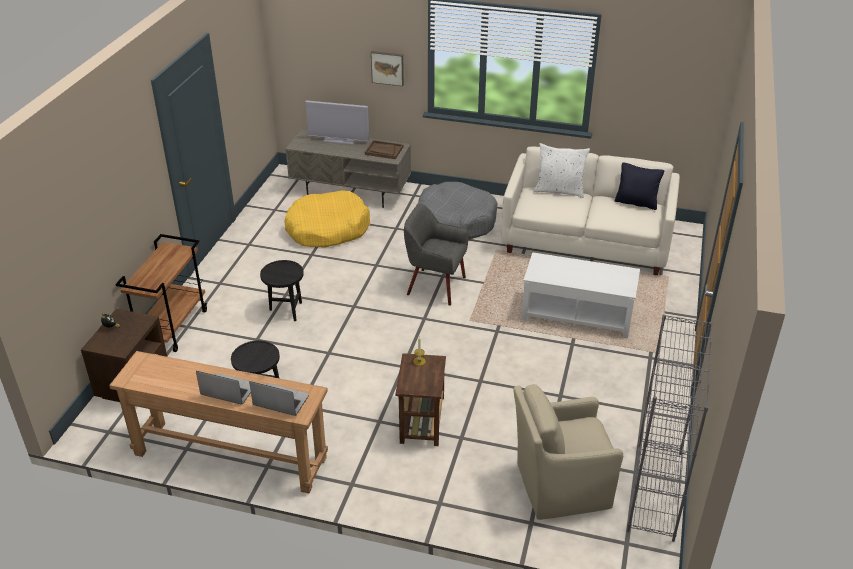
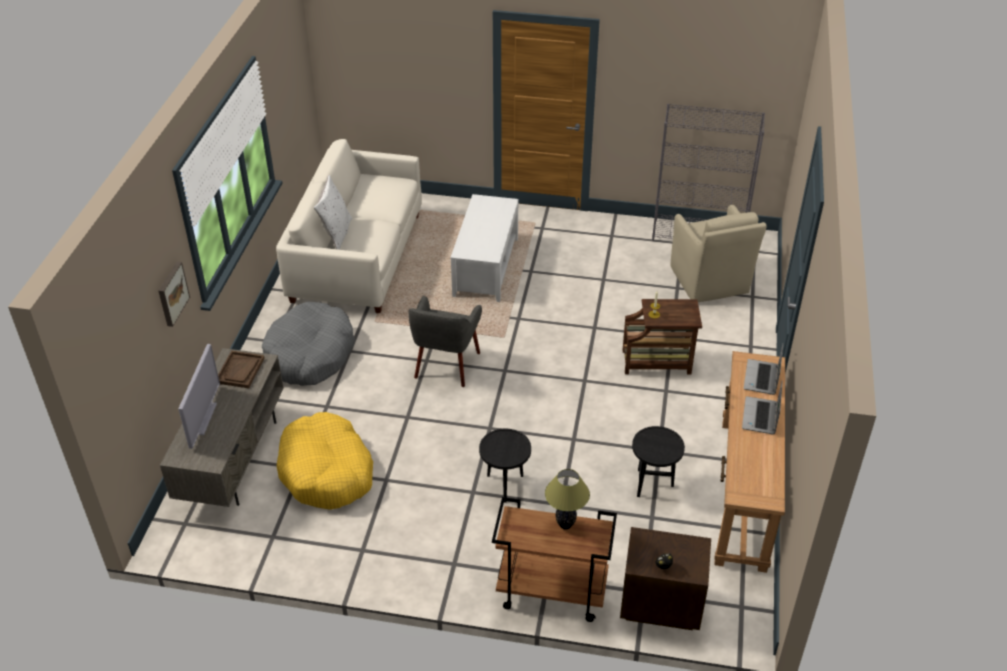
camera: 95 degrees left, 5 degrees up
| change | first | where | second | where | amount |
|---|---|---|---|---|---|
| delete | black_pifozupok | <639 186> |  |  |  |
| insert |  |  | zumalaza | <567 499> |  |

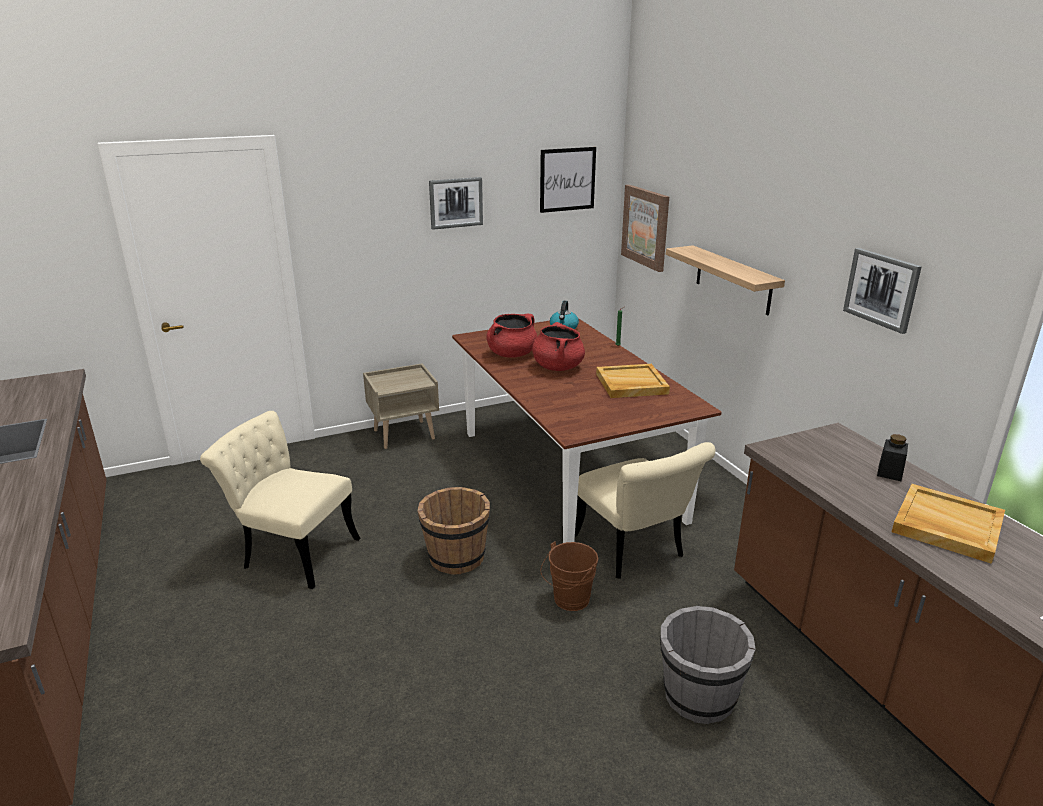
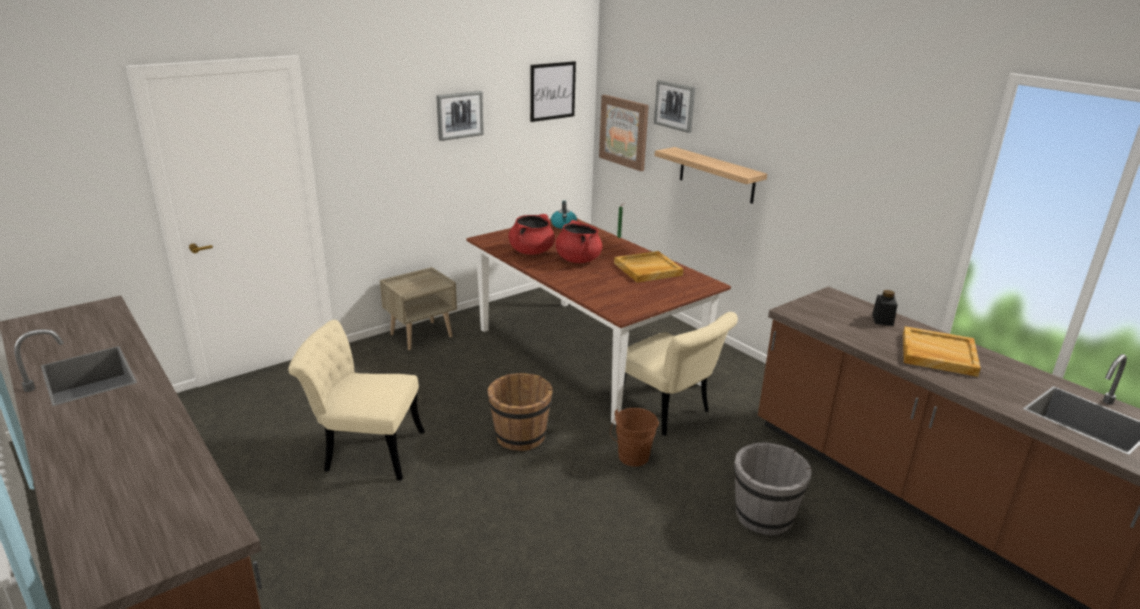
camera: 15 degrees left, 0 degrees up
| change | first | where | second | where | amount |
|---|---|---|---|---|---|
| move | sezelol | <882 291> |  | <674 106> |  |

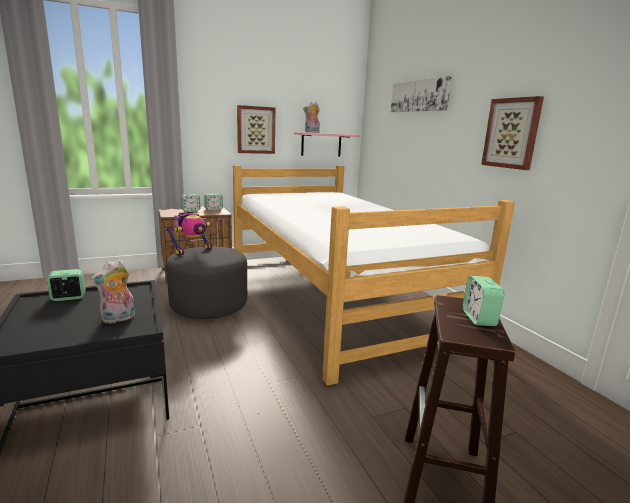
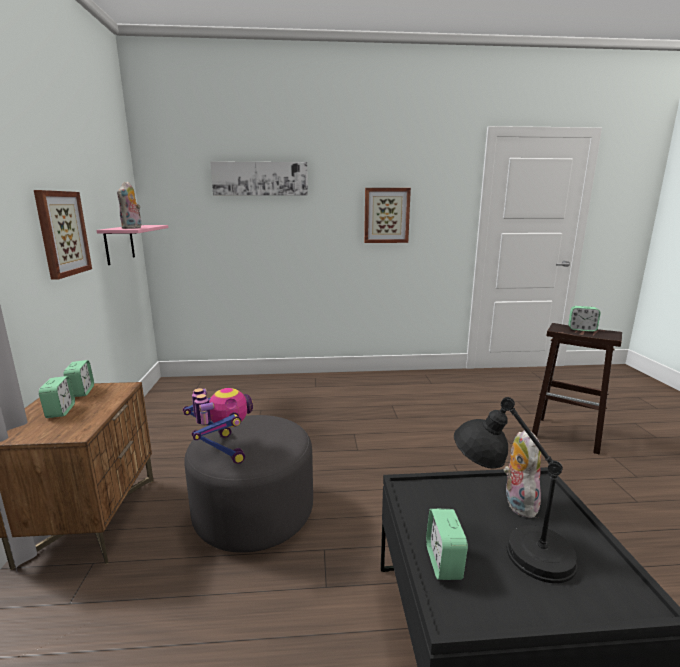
camera: 70 degrees left, 0 degrees up
| change | first | where | second | where | amount |
|---|---|---|---|---|---|
| delete | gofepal | <374 275> |  |  |  |
| insert |  |  | black_zumalaza | <515 490> |  |
| rotate | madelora | <112 291> |  | <522 473> | 150 degrees counterclockwise |

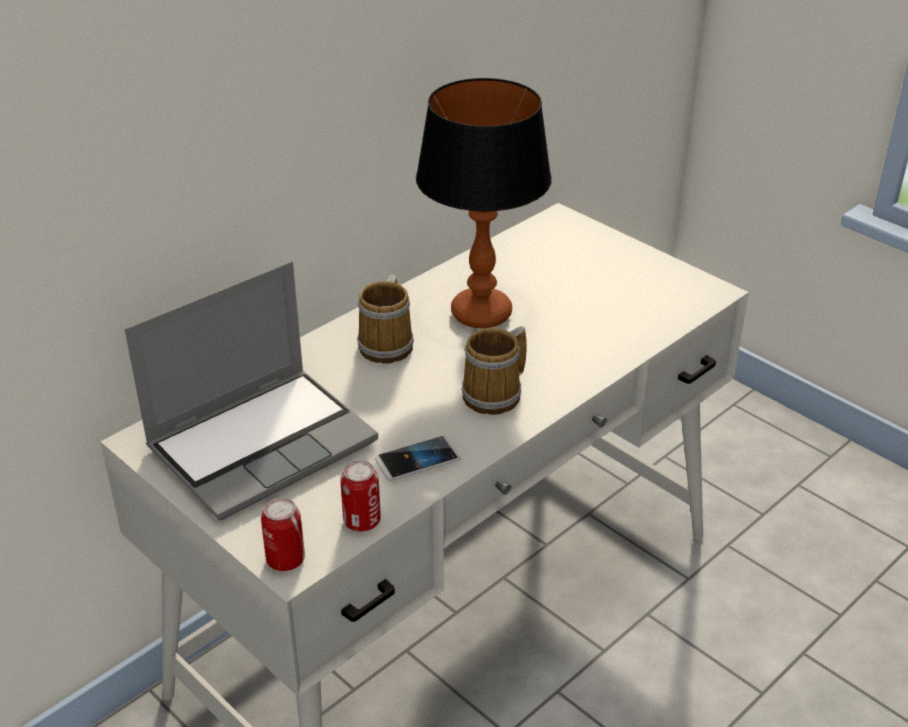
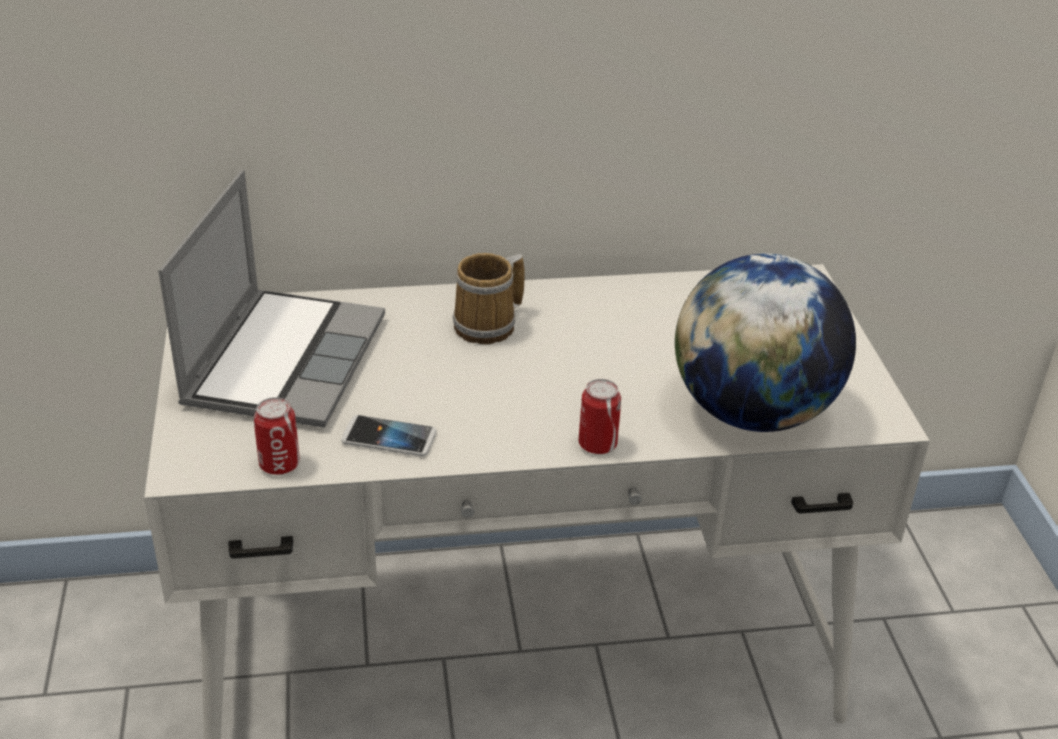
camera: 35 degrees right, 0 degrees up
| change | first | where | second | where | amount |
|---|---|---|---|---|---|
| delete | zumalaza | <484 203> |  |  |  |
| delete | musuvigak | <494 370> |  |  |  |
| insert |  |  | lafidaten | <765 342> |  |
| move | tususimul | <283 534> |  | <600 416> |  |
| rotate | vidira | <251 391> |  | <271 299> | 75 degrees counterclockwise |

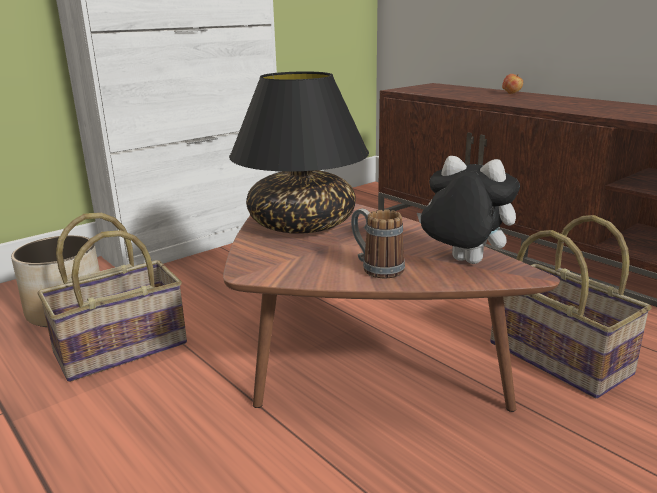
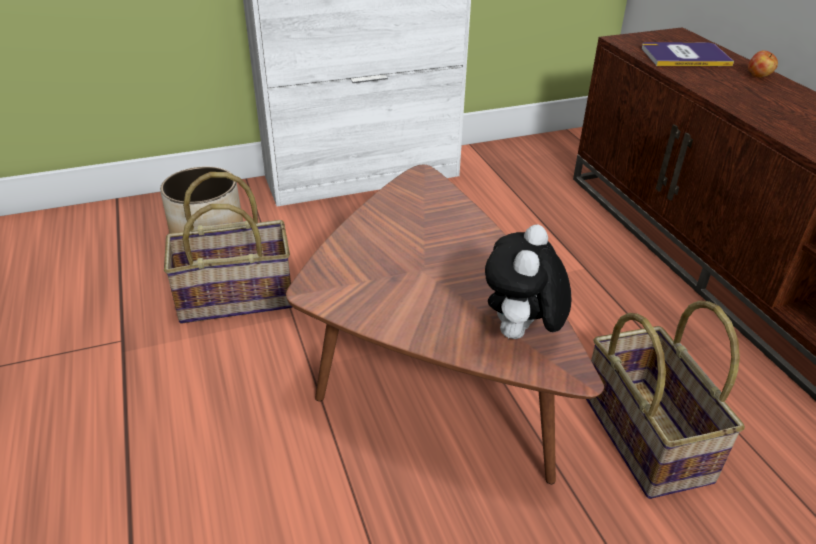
camera: 20 degrees right, 15 degrees up
| change | first | where | second | where | amount |
|---|---|---|---|---|---|
| delete | black_zumalaza | <299 152> |  |  |  |
| delete | musuvigak | <378 243> |  |  |  |
| insert |  |  | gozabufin | <688 54> |  |
| rotate | madelora | <468 210> |  | <528 282> | 120 degrees counterclockwise |

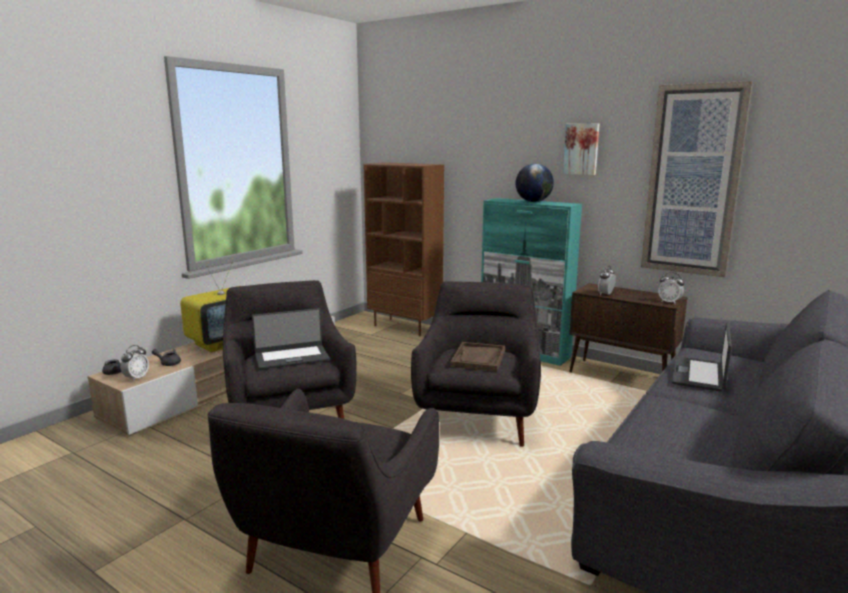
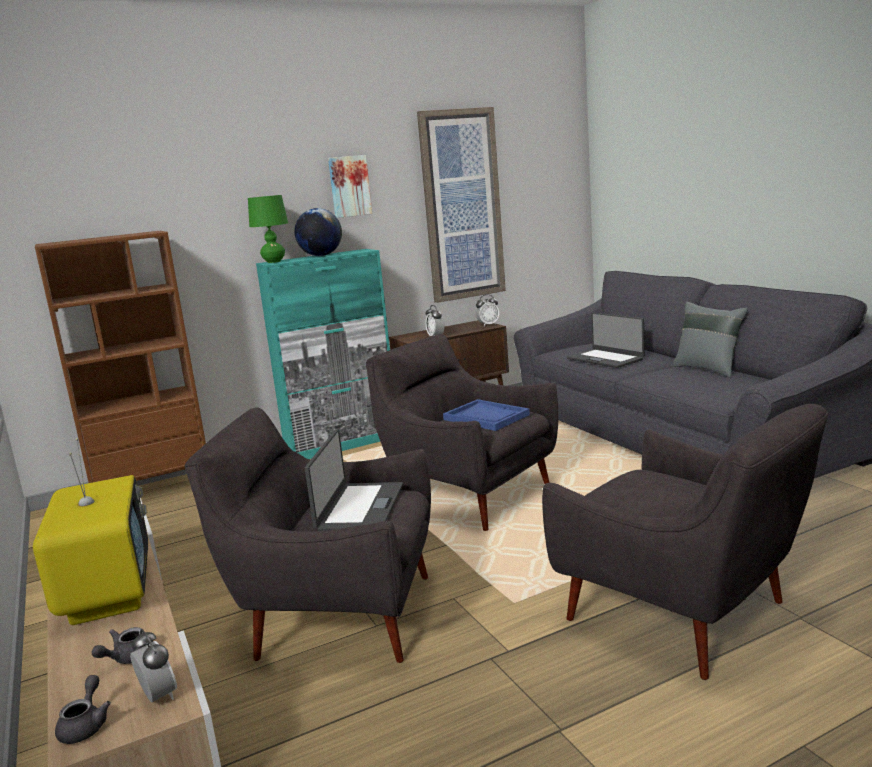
camera: 60 degrees left, 0 degrees up
| change | first | where | second | where | amount |
|---|---|---|---|---|---|
| insert |  |  | green_zumalaza | <268 229> |  |
| insert |  |  | grey_pifozupok | <710 340> |  |
| recolor | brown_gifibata | <477 357> | blue_gifibata | <486 415> |  |

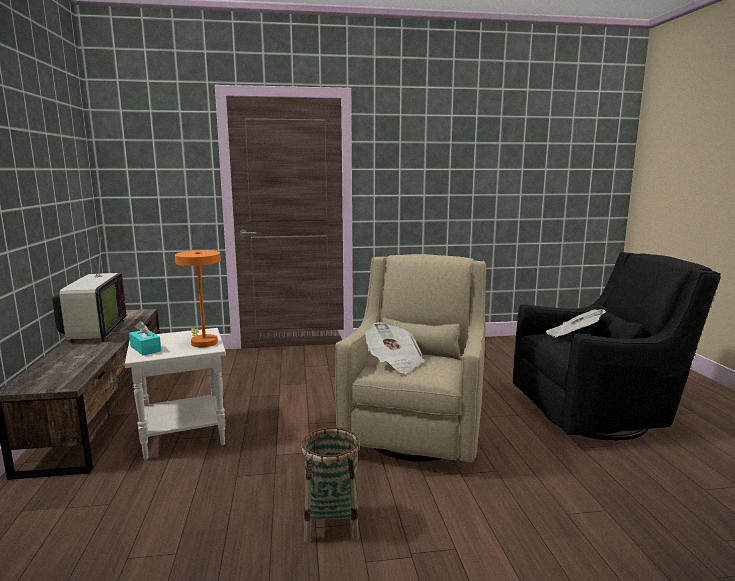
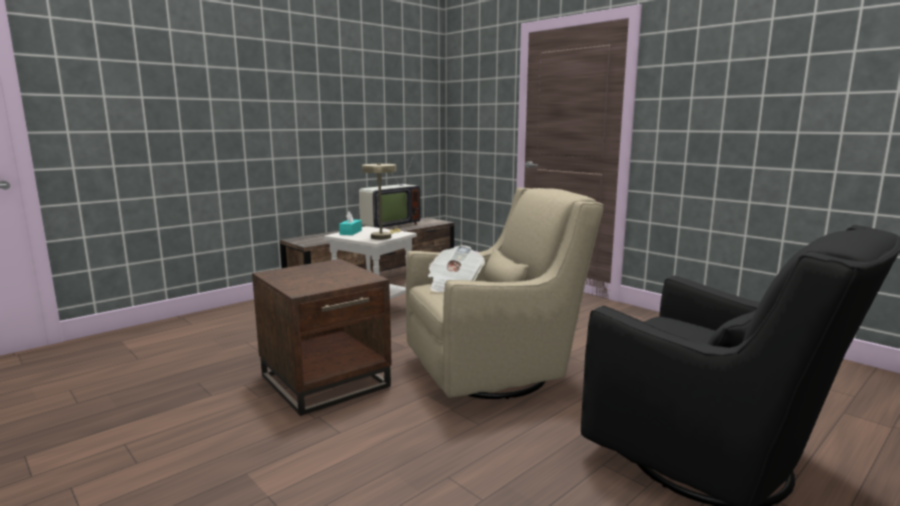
camera: 55 degrees right, 0 degrees up
| change | first | where | second | where | amount |
|---|---|---|---|---|---|
| delete | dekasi | <576 323> |  |  |  |
| replace | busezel | <330 485> | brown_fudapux | <322 337> |  |
| recolor | orange_zumalaza | <198 298> | beige_zumalaza | <381 201> |  |

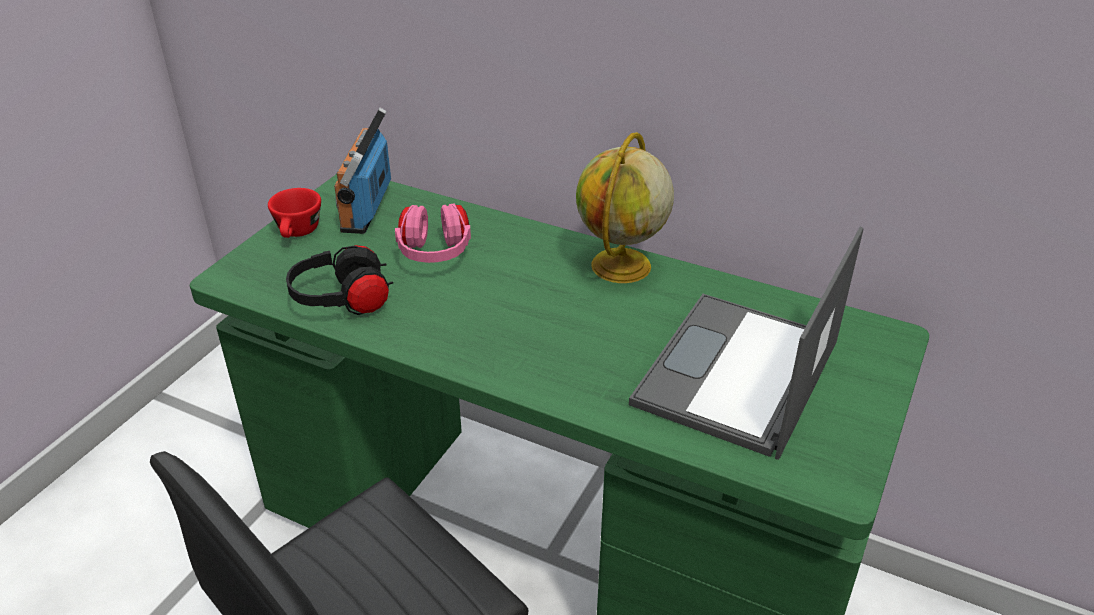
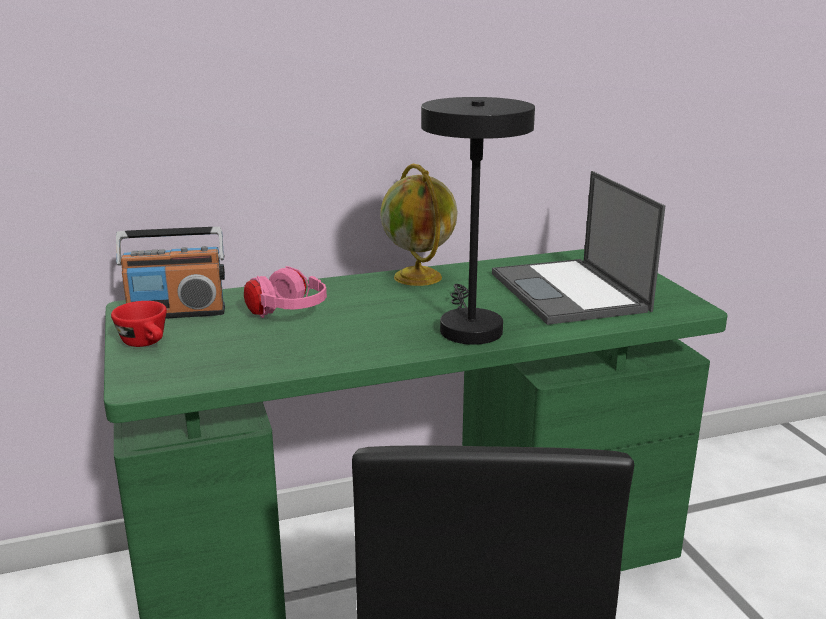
camera: 45 degrees left, 15 degrees down
| change | first | where | second | where | amount |
|---|---|---|---|---|---|
| delete | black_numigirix | <339 280> |  |  |  |
| insert |  |  | black_zumalaza | <478 221> |  |
| rotate | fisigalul | <362 171> |  | <170 273> | 60 degrees counterclockwise |

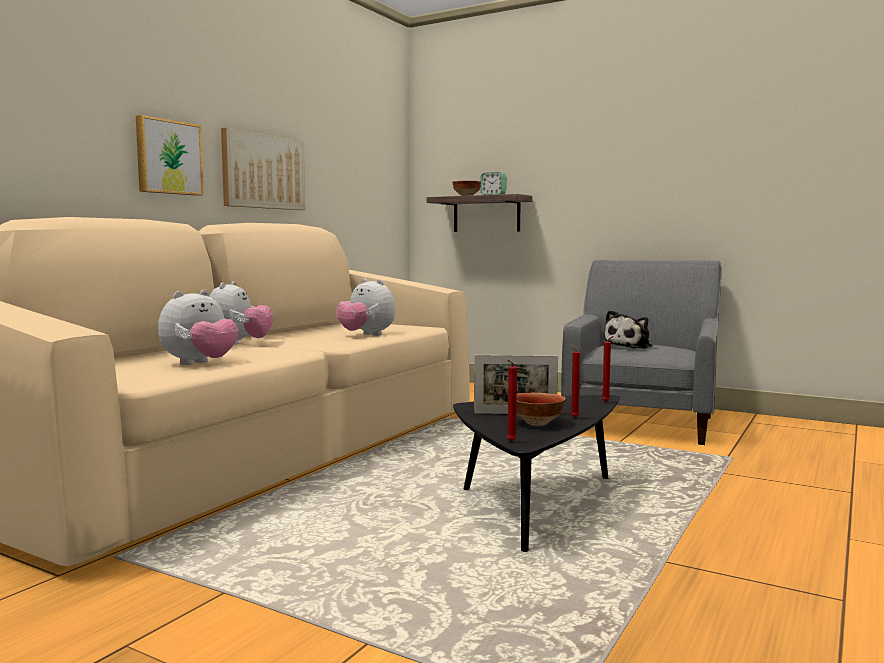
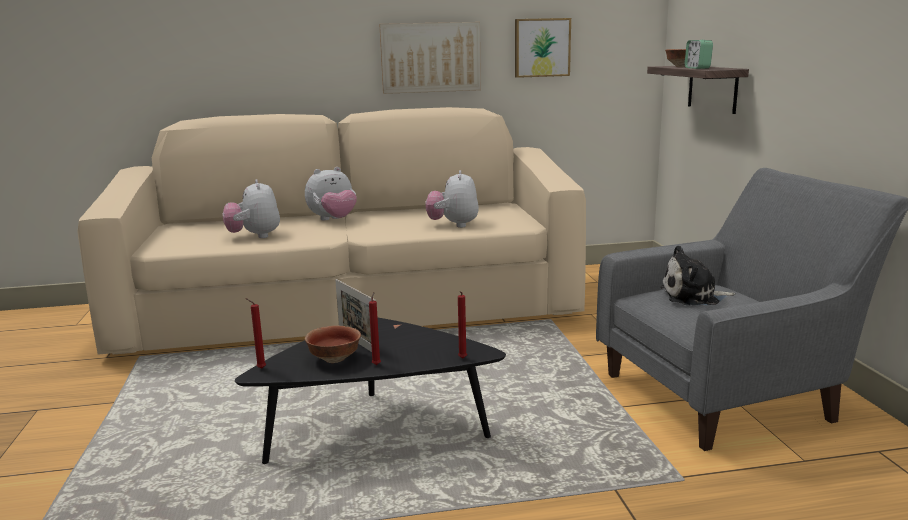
camera: 50 degrees right, 10 degrees up
| change | first | where | second | where | amount |
|---|---|---|---|---|---|
| move | sezelol | <170 155> |  | <543 48> |  |
| rotate | madelora | <198 327> |  | <251 208> | 75 degrees clockwise |

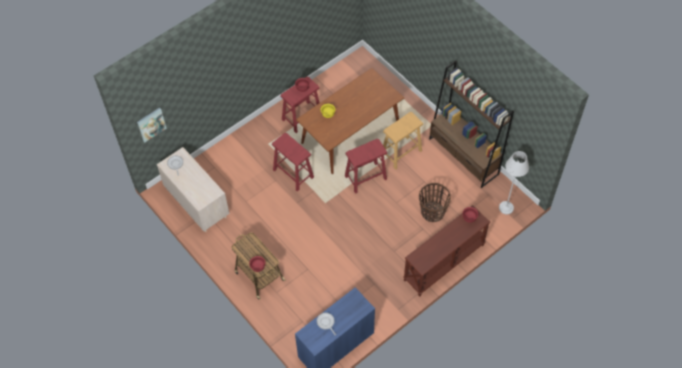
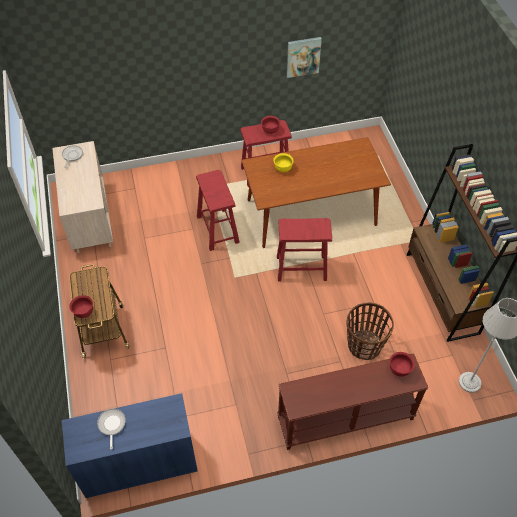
camera: 25 degrees right, 5 degrees down
| change | first | where | second | where | amount |
|---|---|---|---|---|---|
| delete | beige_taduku | <403 141> |  |  |  |
| move | sezelol | <152 125> |  | <304 57> |  |

